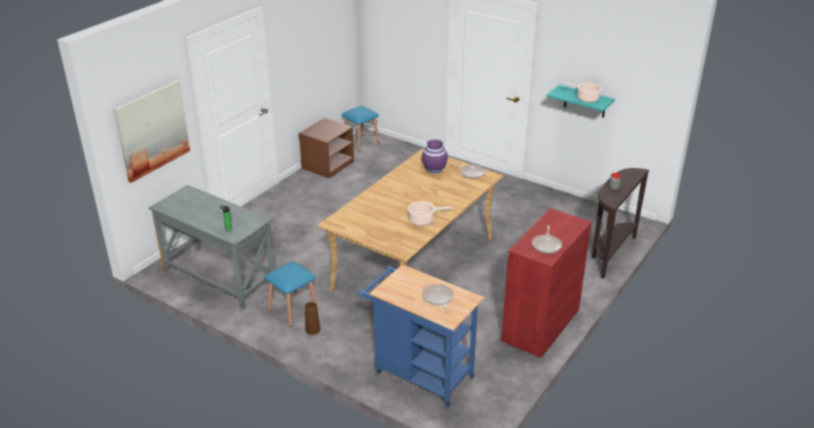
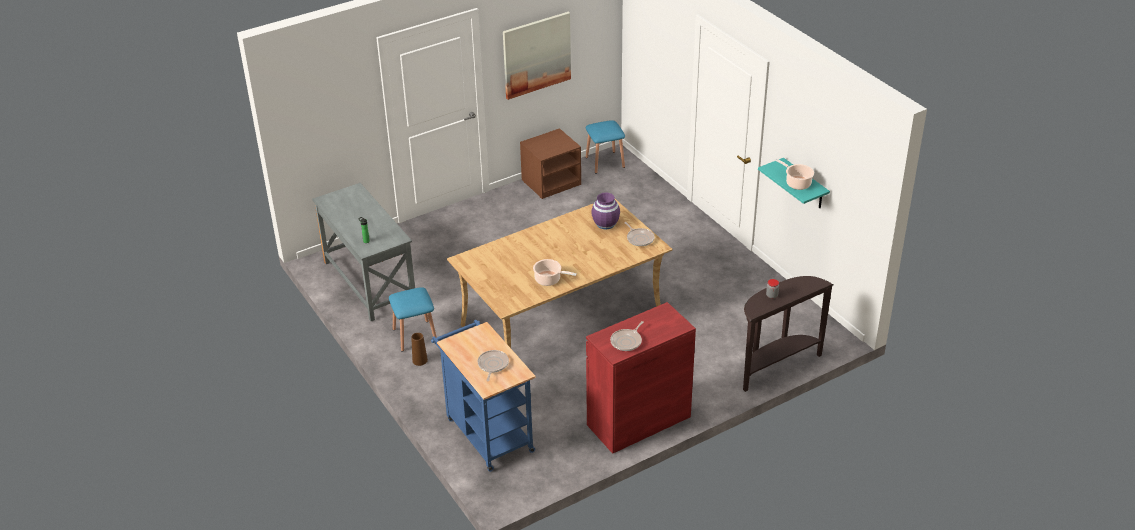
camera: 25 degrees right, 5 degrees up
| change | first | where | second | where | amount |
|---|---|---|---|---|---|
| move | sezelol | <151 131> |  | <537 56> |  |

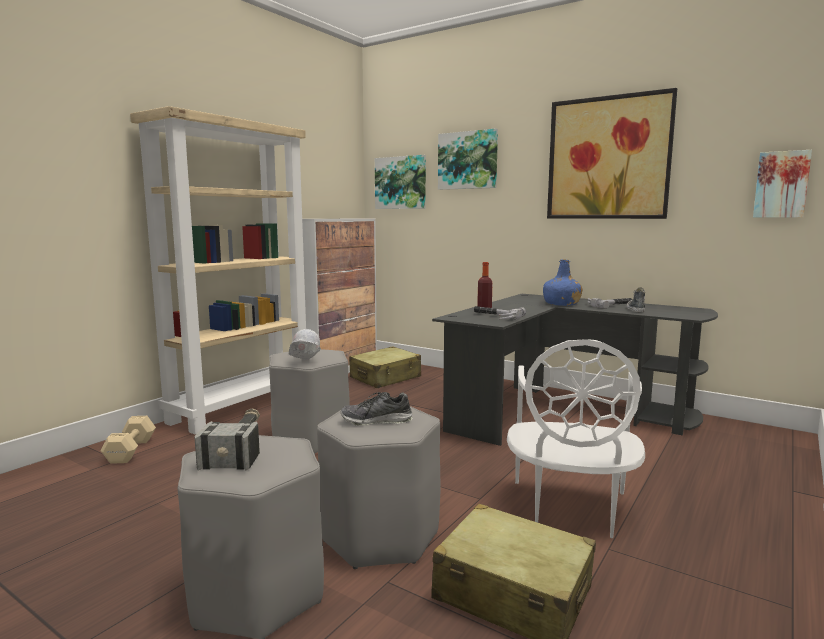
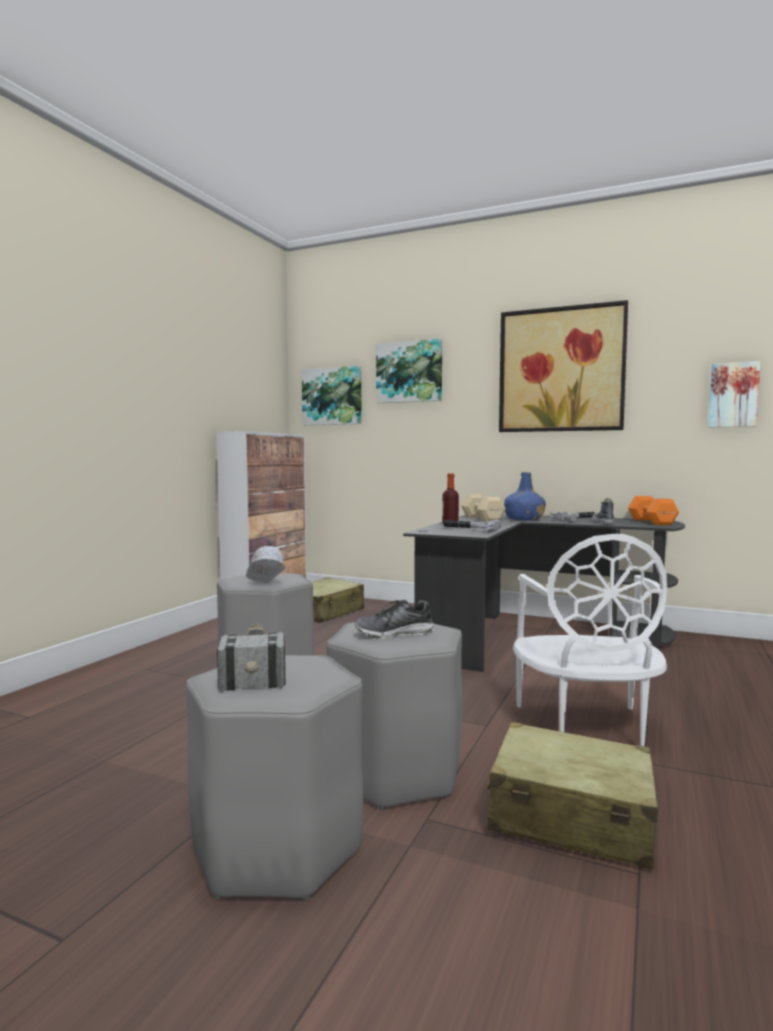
camera: 10 degrees left, 5 degrees down
| change | first | where | second | where | amount |
|---|---|---|---|---|---|
| delete | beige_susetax | <218 270> |  |  |  |
| insert |  |  | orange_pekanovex | <653 510> |  |
| move | beige_pekanovex | <128 440> |  | <483 508> |  |

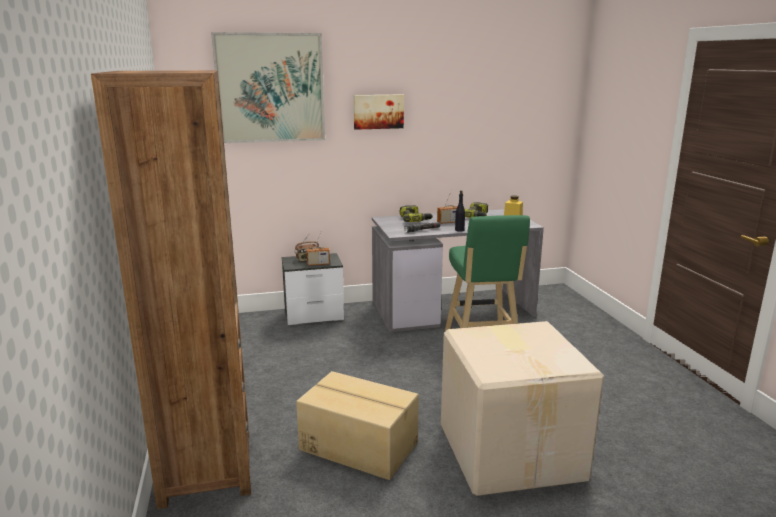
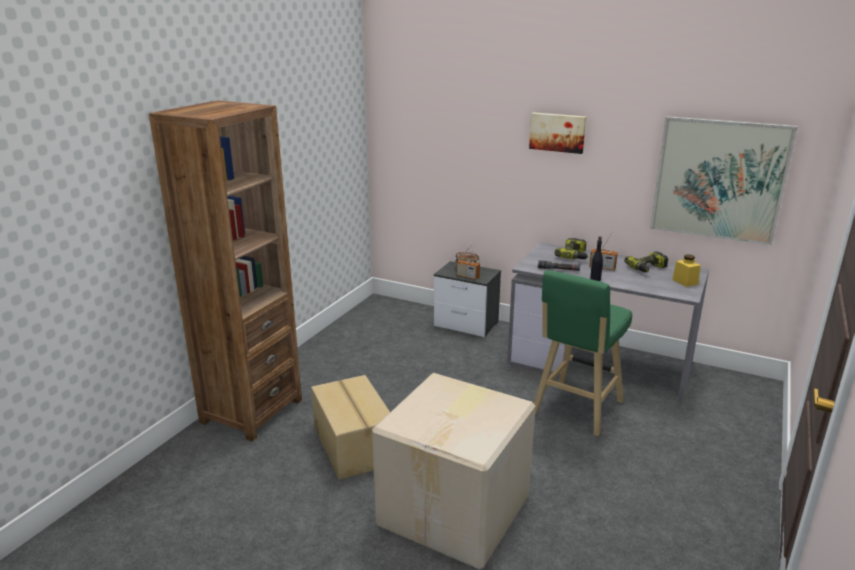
camera: 40 degrees right, 5 degrees up
| change | first | where | second | where | amount |
|---|---|---|---|---|---|
| move | sezelol | <268 87> |  | <724 181> |  |

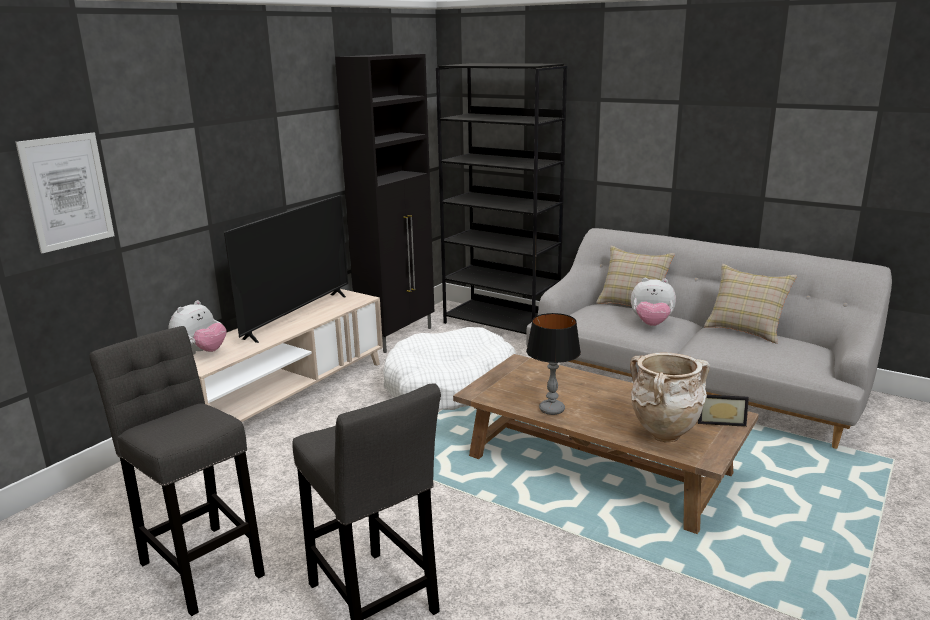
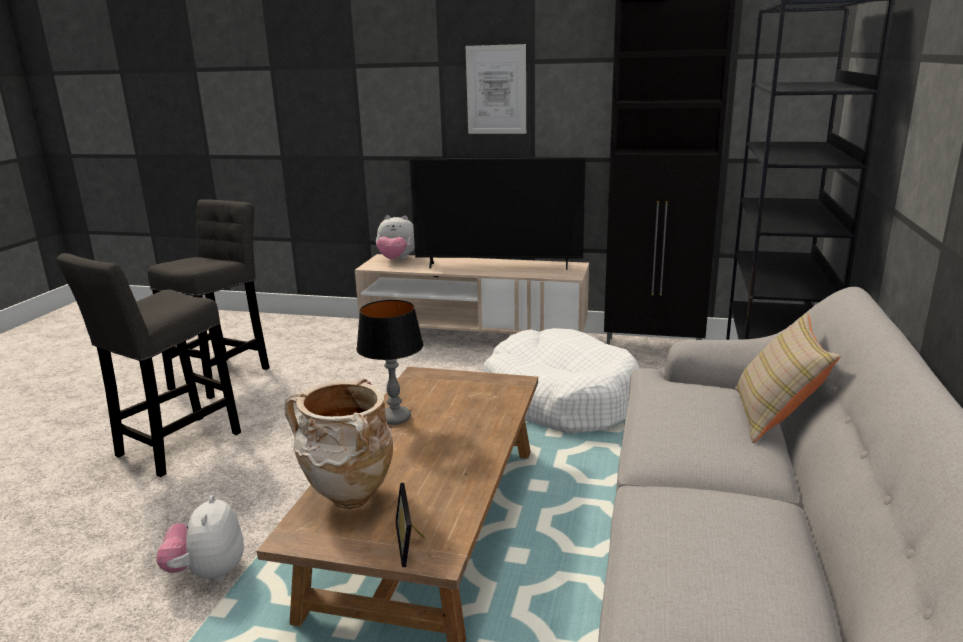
camera: 70 degrees right, 0 degrees up
| change | first | where | second | where | amount |
|---|---|---|---|---|---|
| delete | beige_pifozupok | <750 304> |  |  |  |
| move | sezelol | <65 192> |  | <495 89> |  |
| move | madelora | <653 302> |  | <200 538> |  |

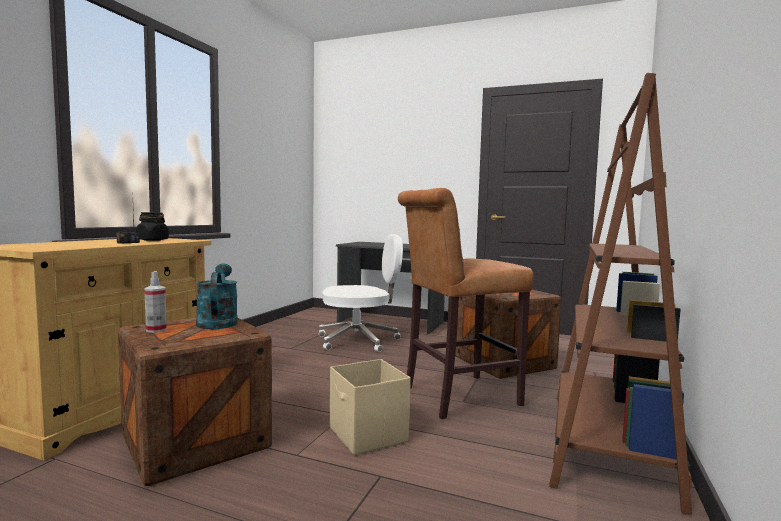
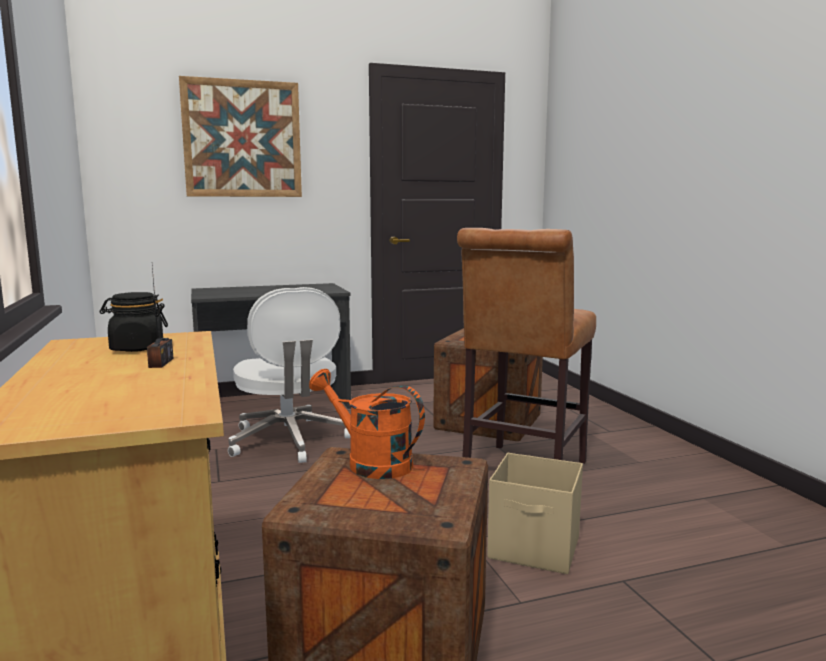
camera: 40 degrees left, 5 degrees up
| change | first | where | second | where | amount |
|---|---|---|---|---|---|
| delete | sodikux | <155 302> |  |  |  |
| delete | brown_susetax | <620 294> |  |  |  |
| insert |  |  | sezelol | <240 136> |  |
| recolor | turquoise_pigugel | <217 296> | orange_pigugel | <367 424> |  |
| rotate | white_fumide | <361 293> |  | <289 375> | 120 degrees clockwise |

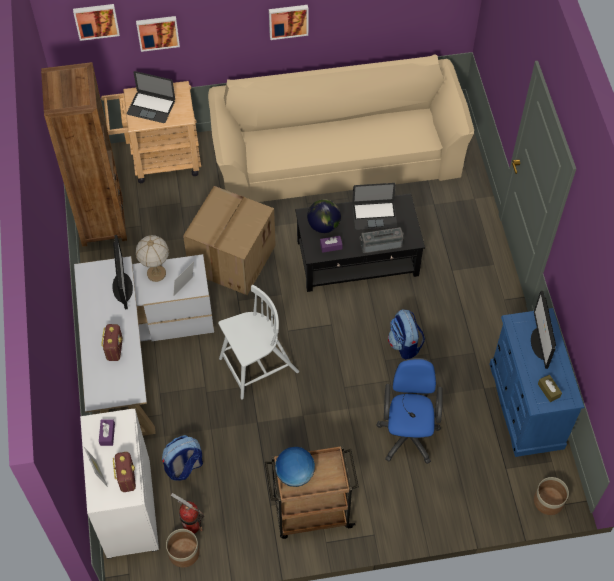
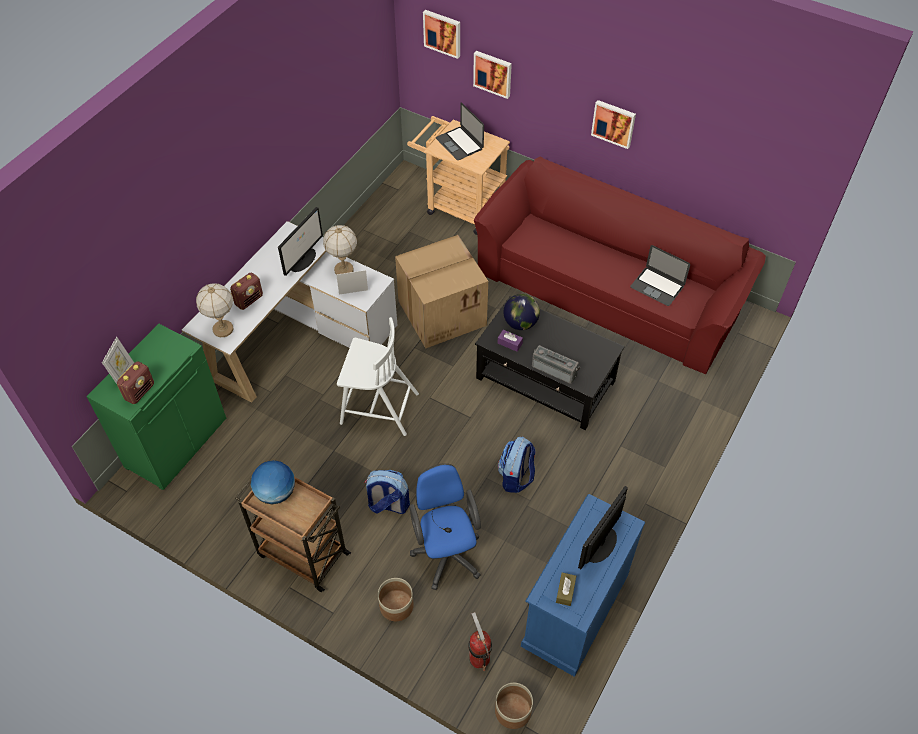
camera: 40 degrees right, 5 degrees down
| change | first | where | second | where | amount |
|---|---|---|---|---|---|
| delete | brown_susetax | <84 154> |  |  |  |
| delete | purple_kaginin | <107 432> |  |  |  |
| insert |  |  | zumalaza | <214 310> |  |
| move | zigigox | <182 458> |  | <387 492> |  |
| move | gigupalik | <183 548> |  | <396 599> |  |
| move | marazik | <187 513> |  | <480 641> |  |
| move | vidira | <374 206> |  | <660 275> |  |
| recolor | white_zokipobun | <119 484> | green_zokipobun | <156 407> |  |
| recolor | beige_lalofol | <341 128> | red_lalofol | <620 265> |  |
| rotate | blue_fumide | <409 411> |  | <445 526> | 60 degrees counterclockwise |

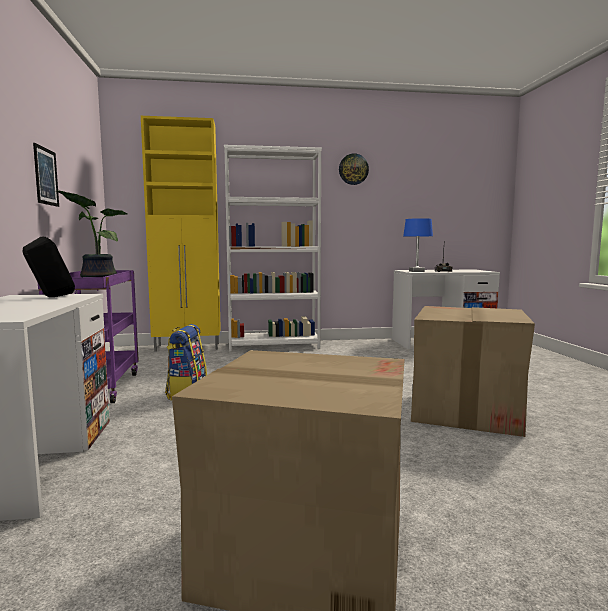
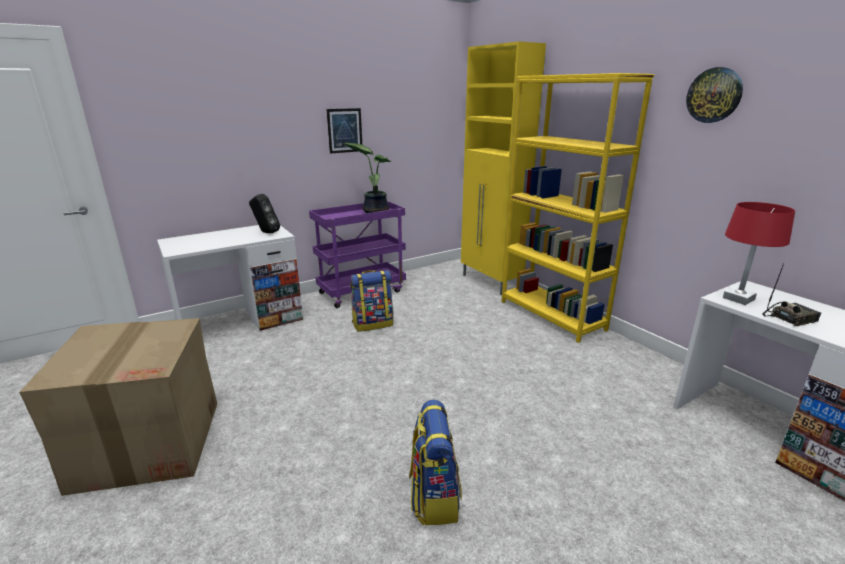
camera: 65 degrees right, 15 degrees up
| change | first | where | second | where | amount |
|---|---|---|---|---|---|
| replace | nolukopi | <473 371> | zigigox | <435 462> |  |
| recolor | white_susetax | <273 248> | yellow_susetax | <577 208> |  |
| recolor | blue_zumalaza | <418 245> | red_zumalaza | <759 253> |  |

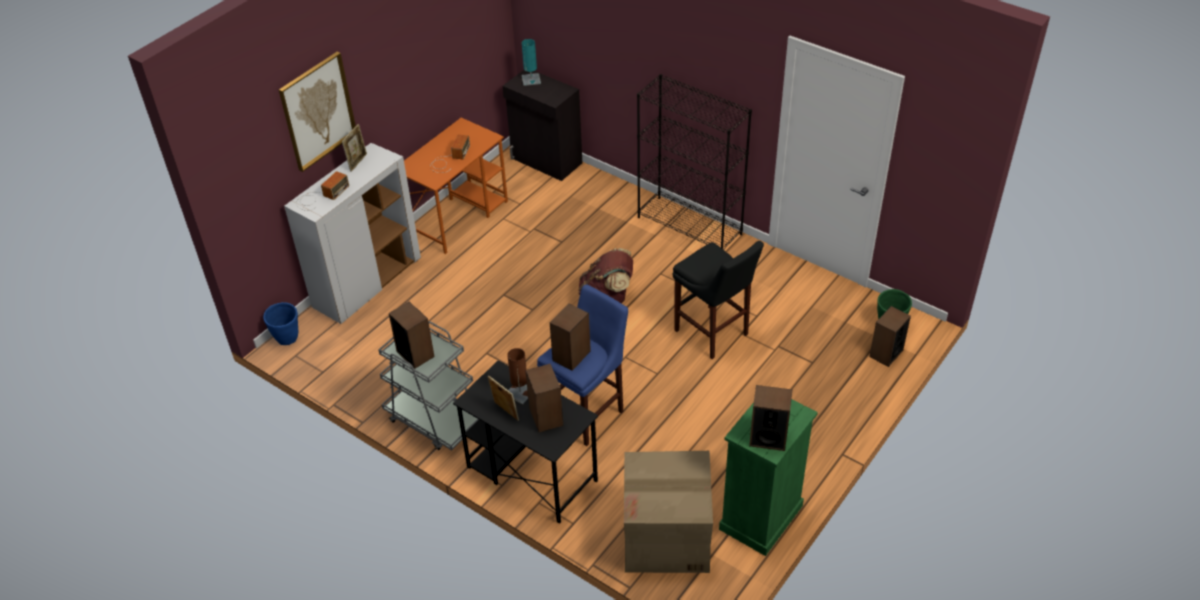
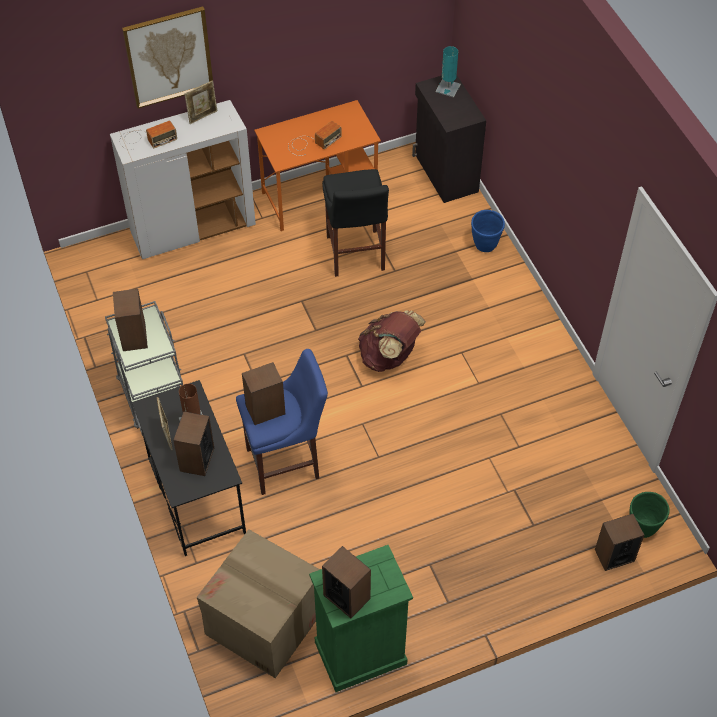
camera: 30 degrees right, 10 degrees up
| change | first | where | second | where | amount |
|---|---|---|---|---|---|
| delete | black_susetax | <694 162> |  |  |  |
| move | blue_gigupalik | <280 323> |  | <488 231> |  |
| move | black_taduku | <718 300> |  | <355 223> |  |

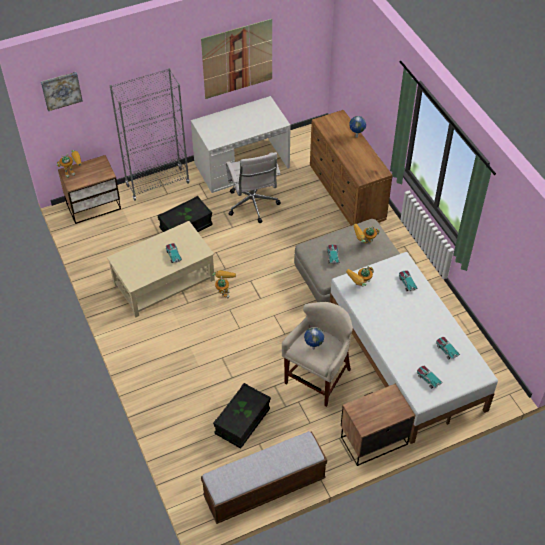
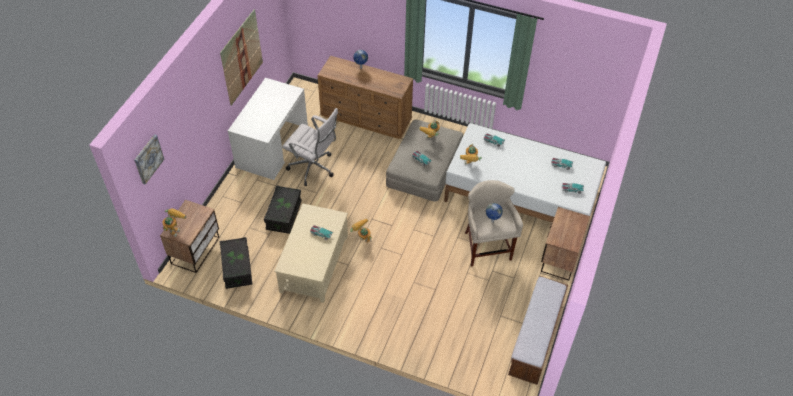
camera: 45 degrees left, 0 degrees up
| change | first | where | second | where | amount |
|---|---|---|---|---|---|
| delete | grey_susetax | <150 134> |  |  |  |
| move | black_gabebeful | <242 416> |  | <236 263> |  |

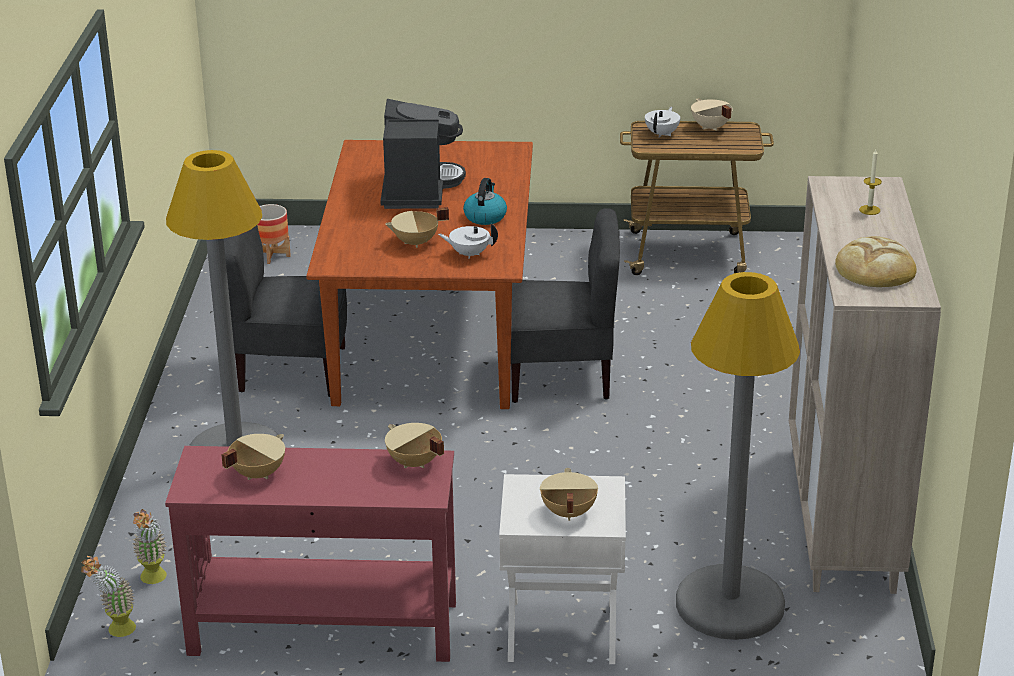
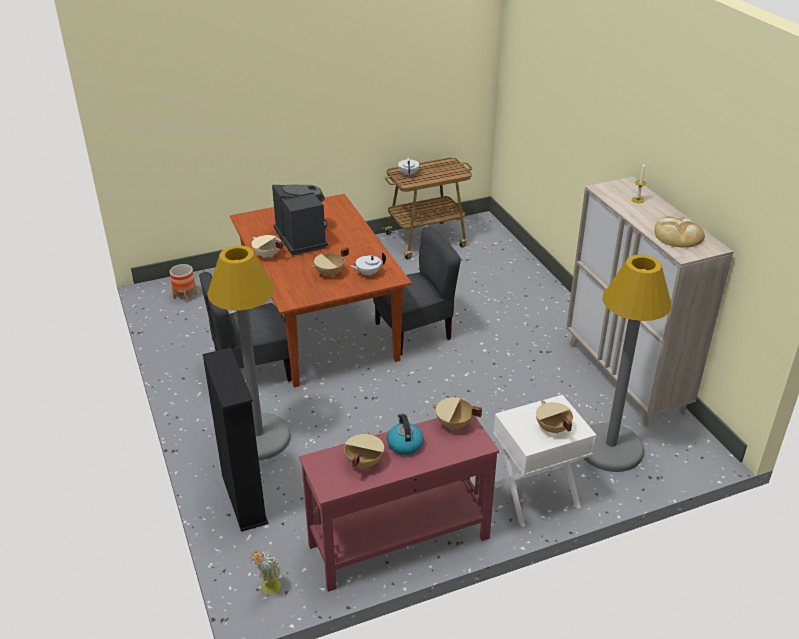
camera: 25 degrees left, 5 degrees up
| change | first | where | second | where | amount |
|---|---|---|---|---|---|
| delete | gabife | <149 546> |  |  |  |
| insert |  |  | black_susetax | <235 440> |  |
| move | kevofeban | <485 201> |  | <405 434> |  |
| move | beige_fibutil | <712 115> |  | <267 246> |  |

